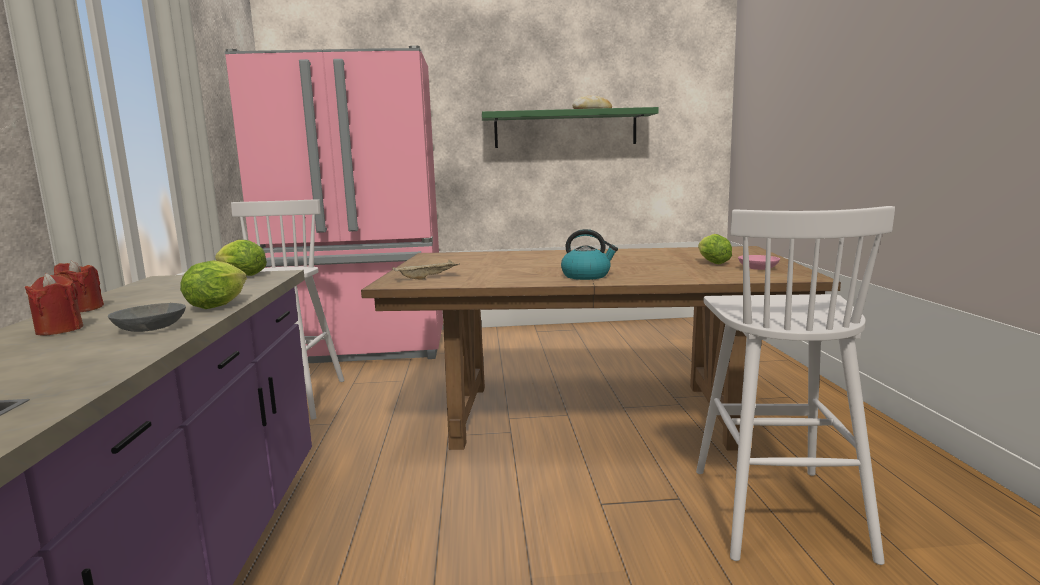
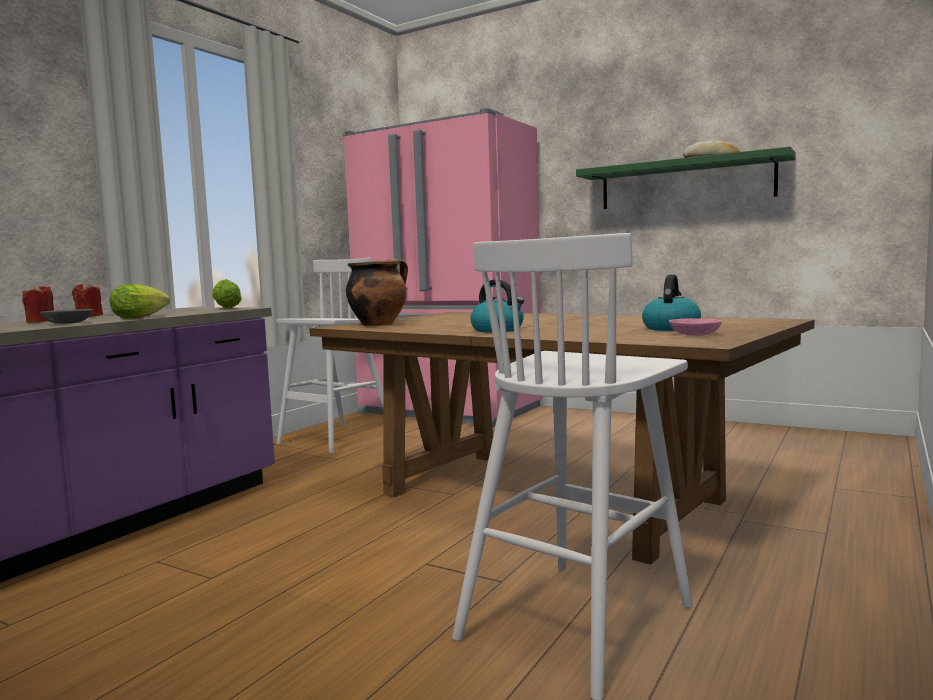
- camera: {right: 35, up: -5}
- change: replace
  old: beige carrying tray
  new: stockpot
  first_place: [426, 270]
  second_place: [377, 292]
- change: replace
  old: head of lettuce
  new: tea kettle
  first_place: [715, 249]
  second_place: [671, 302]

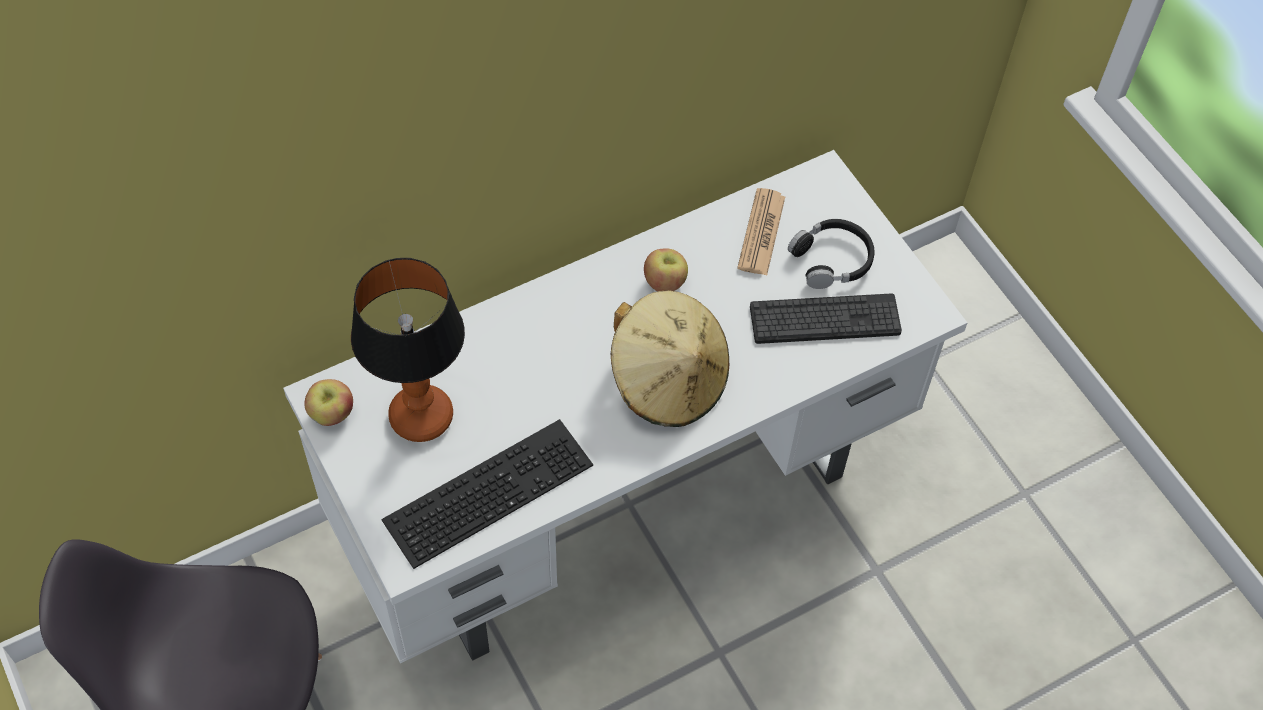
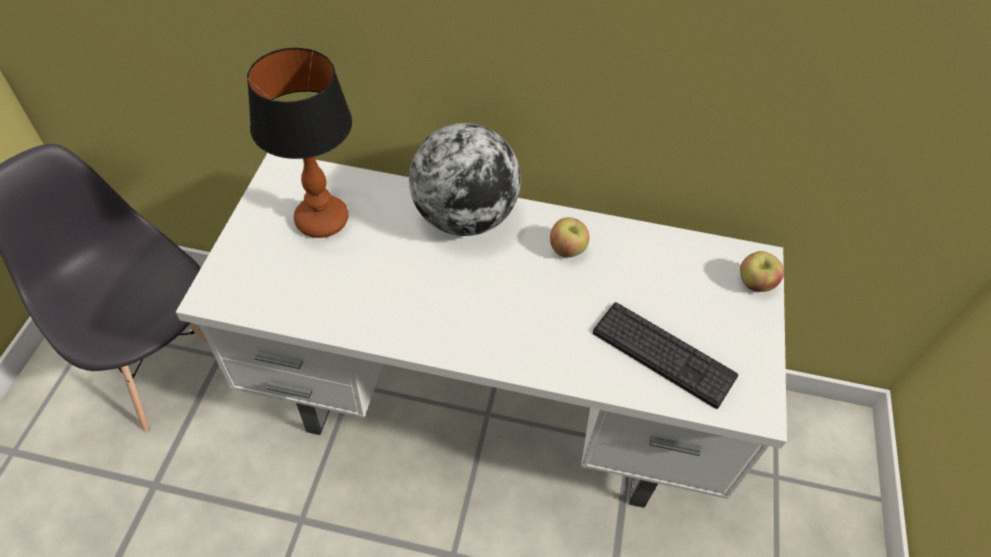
- camera: {right: 40, up: -5}
- change: move
  old: apple fruit
  first_place: [328, 402]
  second_place: [762, 271]
- change: delete
  old: PC keyboard
  first_place: [487, 494]
- change: delete
  old: beige wearable hat
  first_place: [670, 358]
- change: delete
  old: daily paper
  first_place: [761, 231]
- change: delete
  old: blackish pair of headphones
  first_place: [831, 254]
- change: insert
  new: globe
  second_place: [465, 179]

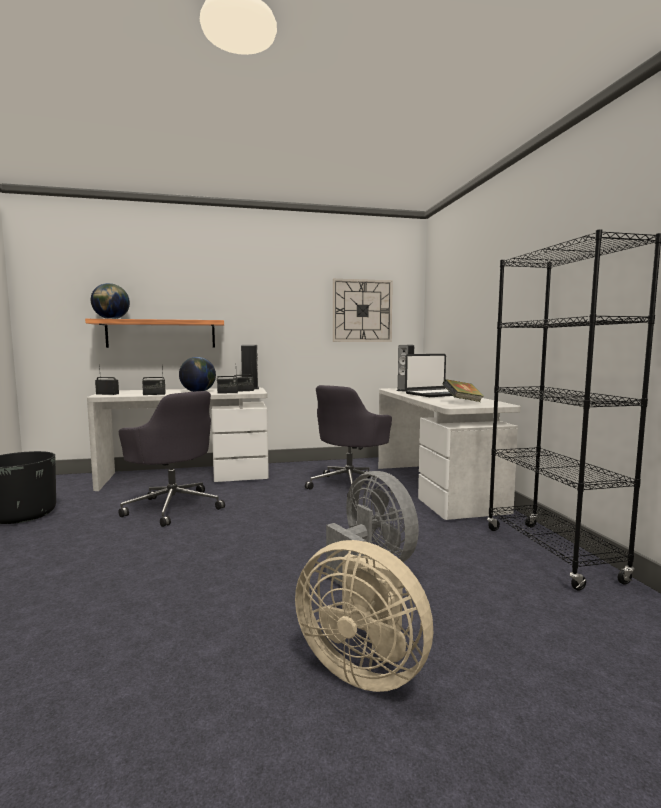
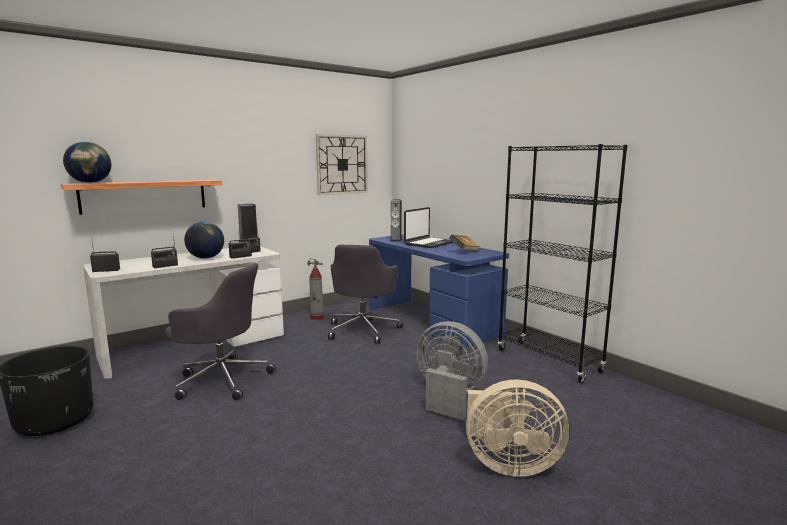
- camera: {right: -25, up: 5}
- change: recolor
  old: white-coloured desk unit
  new: blue-coloured desk unit
  first_place: [449, 454]
  second_place: [439, 291]
- change: insert
  new: fire extinguisher
  second_place: [315, 289]

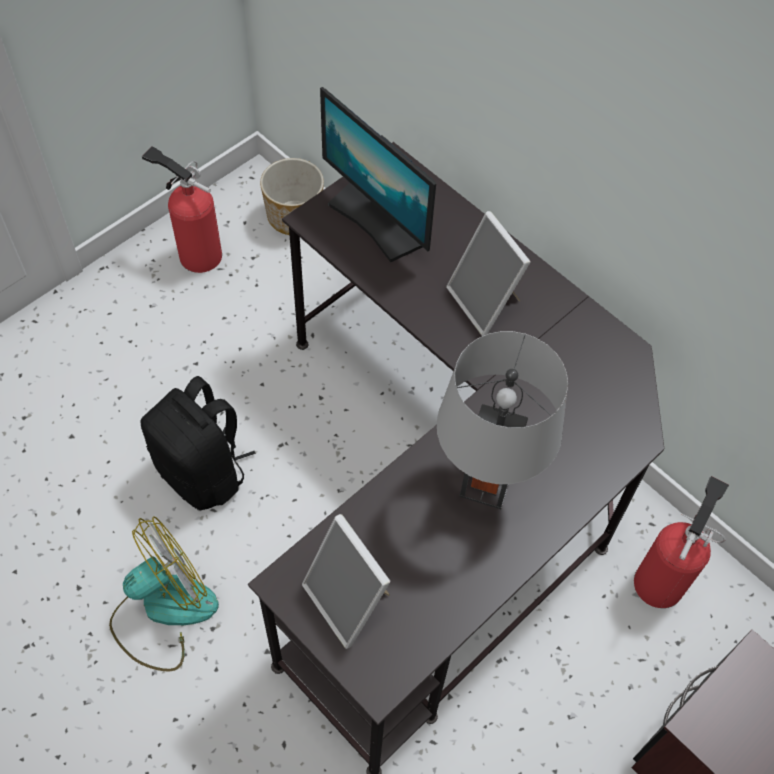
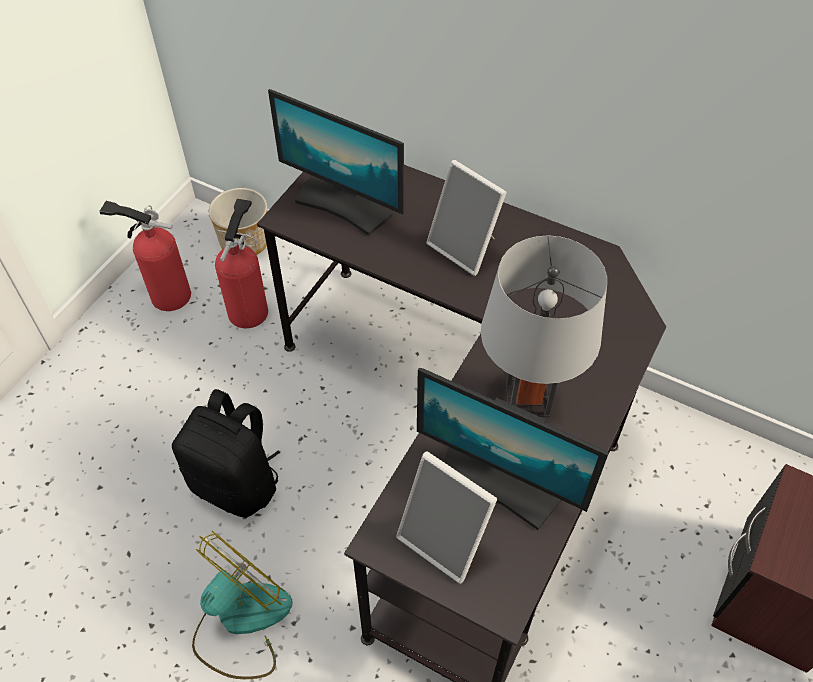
- camera: {right: -15, up: -5}
- change: move
  old: fire extinguisher
  first_place: [681, 542]
  second_place: [241, 263]
- change: insert
  new: computer screen
  second_place: [513, 449]

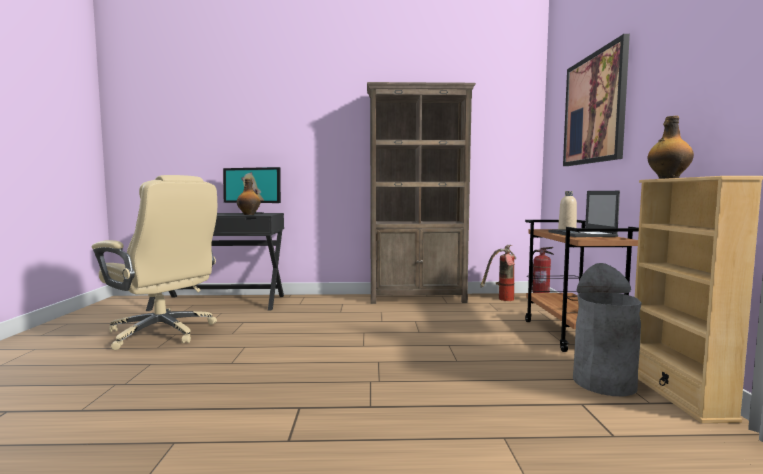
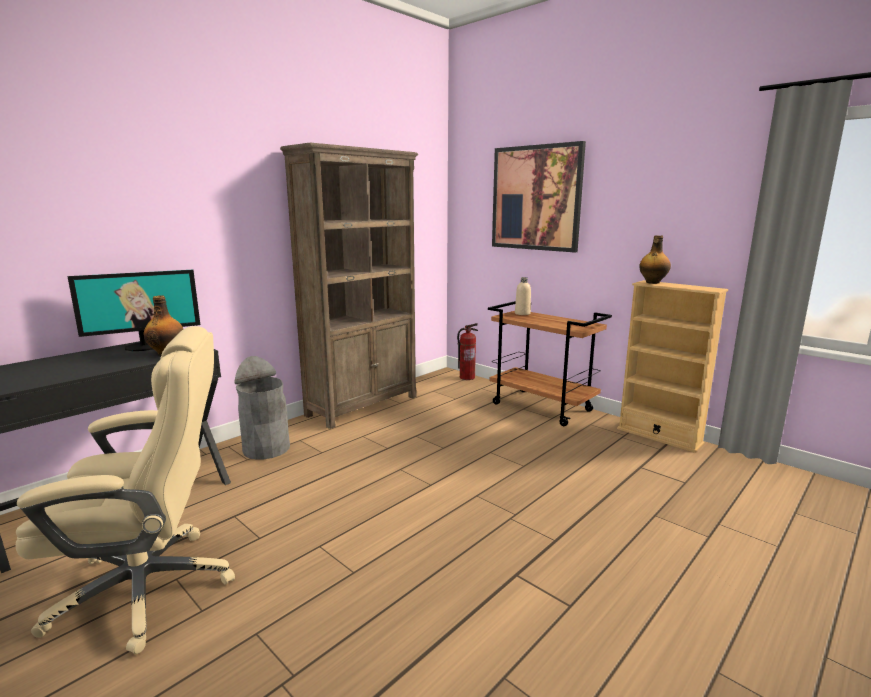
- camera: {right: -45, up: 10}
- change: delete
  old: fire extinguisher
  first_place: [498, 273]
- change: delete
  old: portable computer
  first_place: [584, 214]
- change: move
  old: greyish trash can
  first_place: [607, 329]
  second_place: [262, 408]

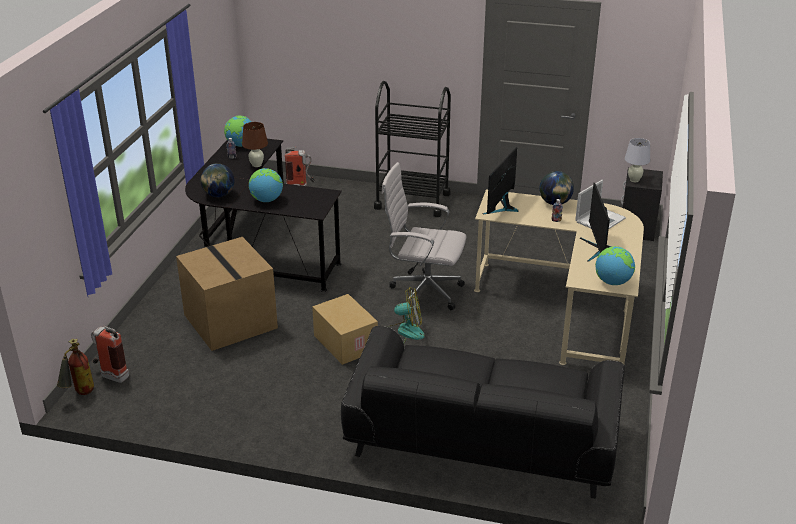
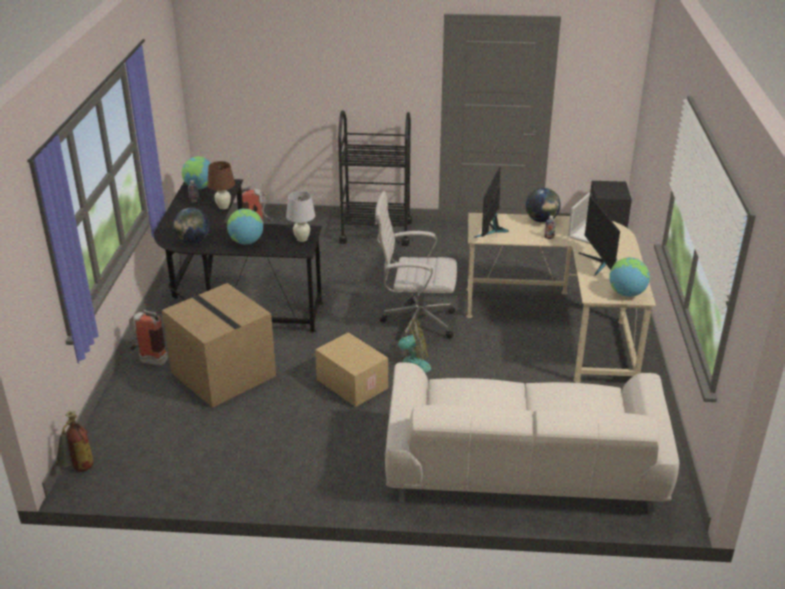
- camera: {right: -10, up: 0}
- change: move
  old: fire extinguisher
  first_place: [110, 354]
  second_place: [148, 338]
- change: recolor
  old: blackish settee
  new: white-coloured settee
  first_place: [483, 412]
  second_place: [532, 438]
- change: move
  old: white-coloured tabletop lamp
  first_place: [637, 160]
  second_place: [300, 216]

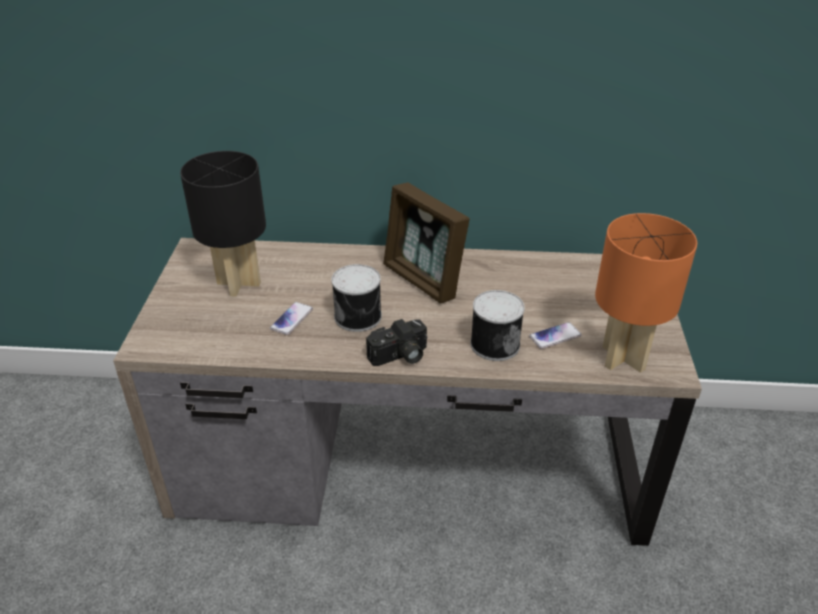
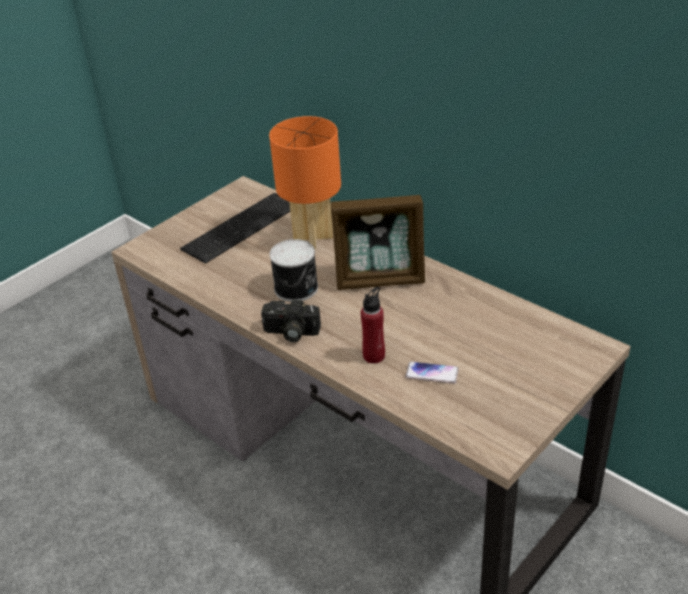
- camera: {right: 40, up: 0}
- change: replace
  old: blackish tabletop lamp
  new: PC keyboard
  first_place: [223, 224]
  second_place: [235, 228]
- change: delete
  old: phone
  first_place: [291, 318]
- change: rotate
  old: picture frame
  first_place: [426, 243]
  second_place: [377, 242]
  degrees: -90
- change: replace
  old: sealed can
  new: red-coloured drink bottle
  first_place: [497, 325]
  second_place: [373, 325]
- change: move
  old: orange tabletop lamp
  first_place: [646, 293]
  second_place: [305, 182]

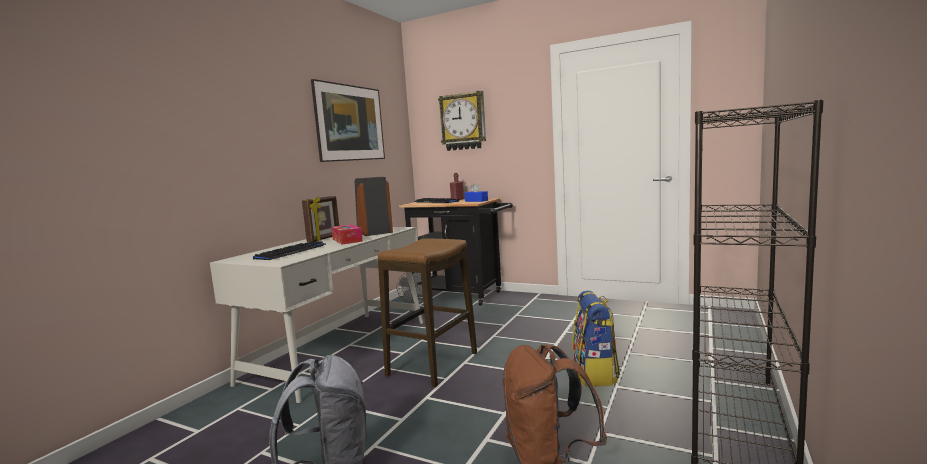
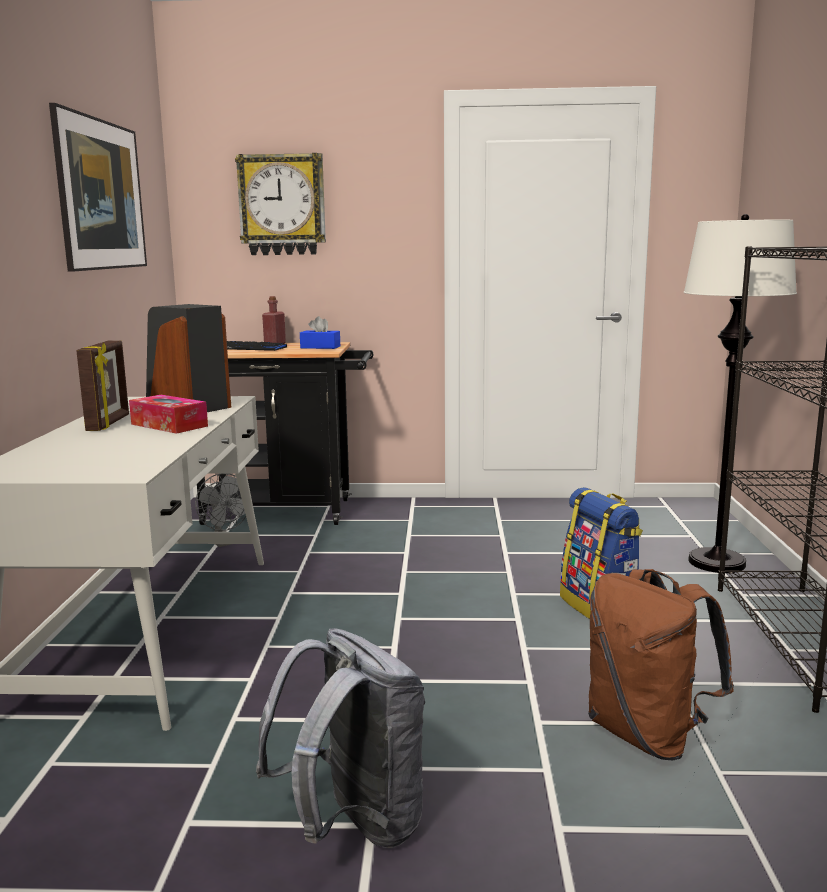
- camera: {right: -25, up: 5}
- change: delete
  old: PC keyboard
  first_place: [289, 250]
- change: delete
  old: stool
  first_place: [427, 313]
- change: insert
  new: white-coloured standard lamp
  second_place: [740, 393]

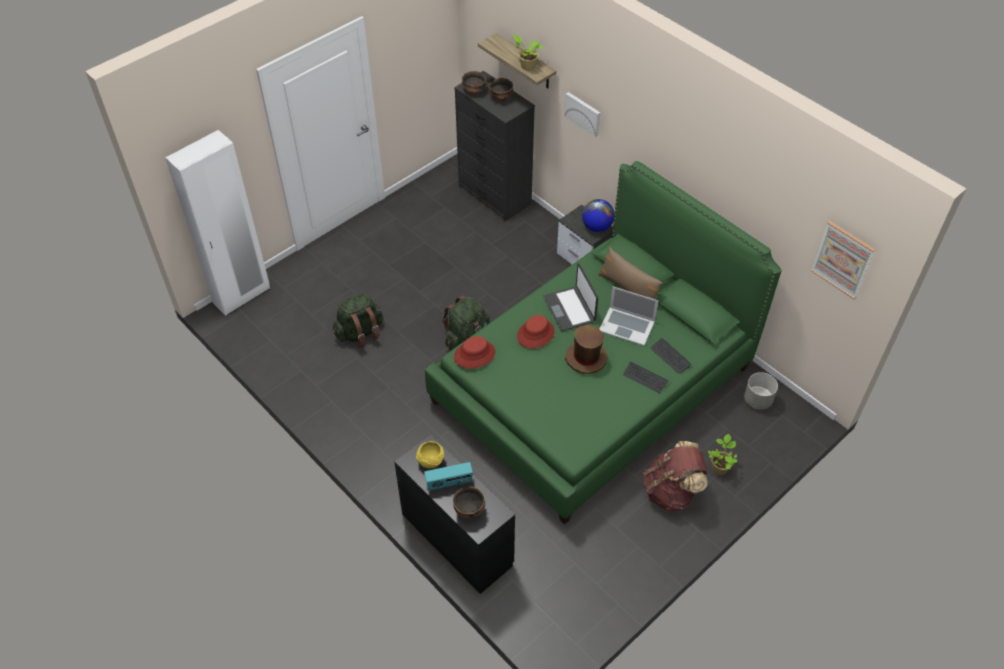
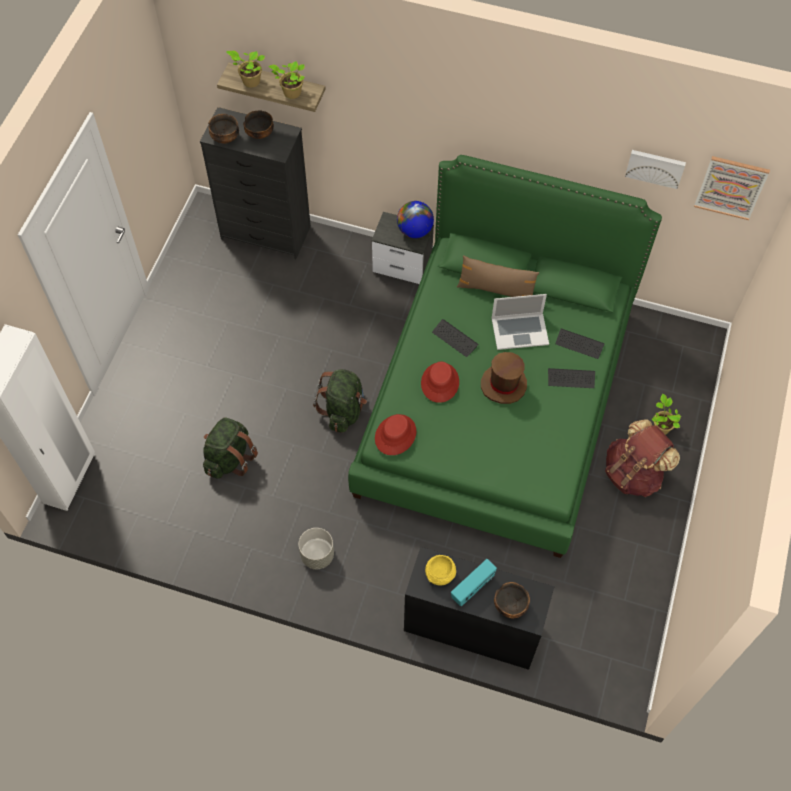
- camera: {right: -30, up: 10}
- change: replace
  old: portable computer
  new: PC keyboard
  first_place: [571, 297]
  second_place: [455, 338]
- change: move
  old: picture
  first_place: [582, 114]
  second_place: [655, 169]
- change: move
  old: greyish flower pot
  first_place: [761, 391]
  second_place: [316, 548]
- change: insert
  new: houseplant
  second_place: [245, 69]

